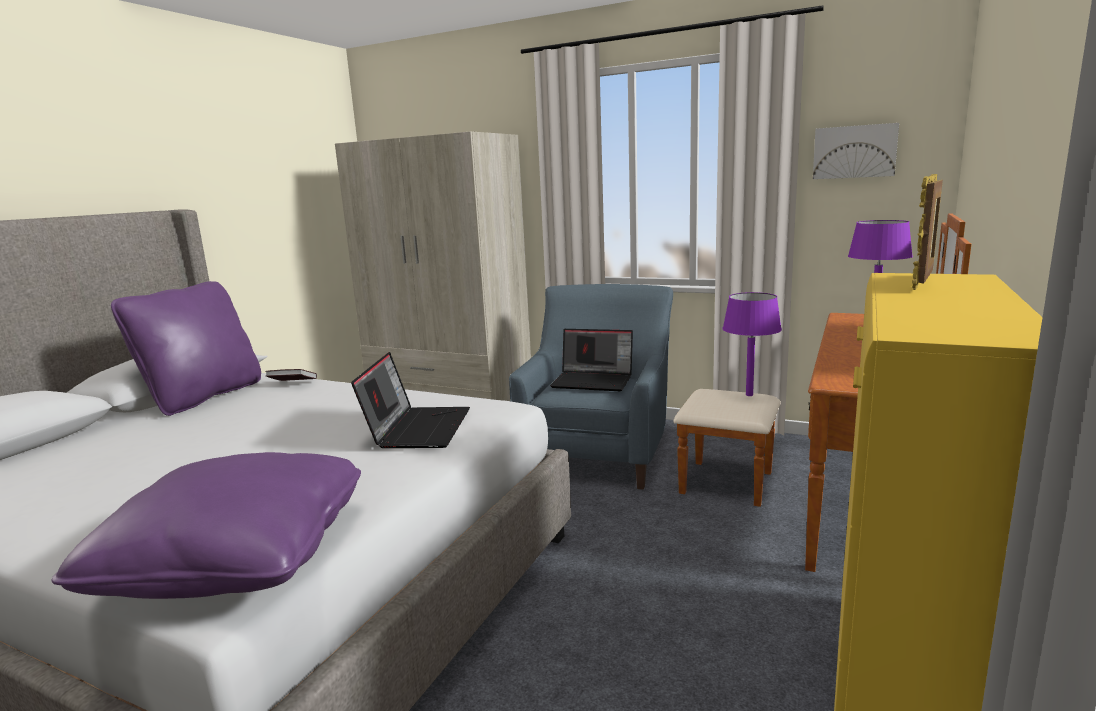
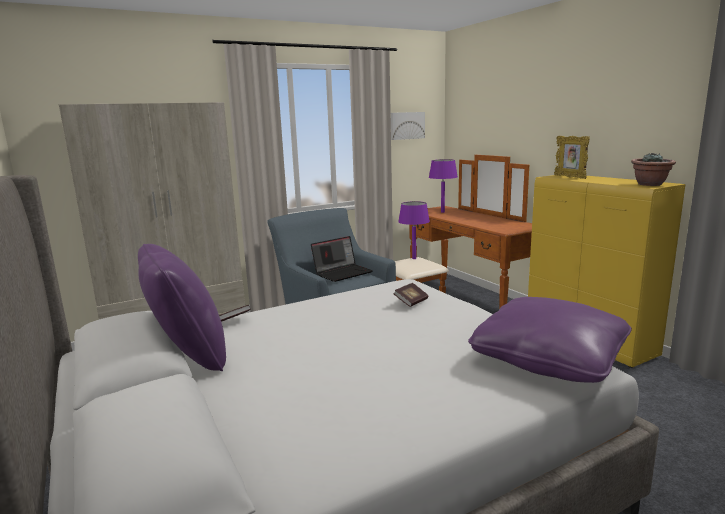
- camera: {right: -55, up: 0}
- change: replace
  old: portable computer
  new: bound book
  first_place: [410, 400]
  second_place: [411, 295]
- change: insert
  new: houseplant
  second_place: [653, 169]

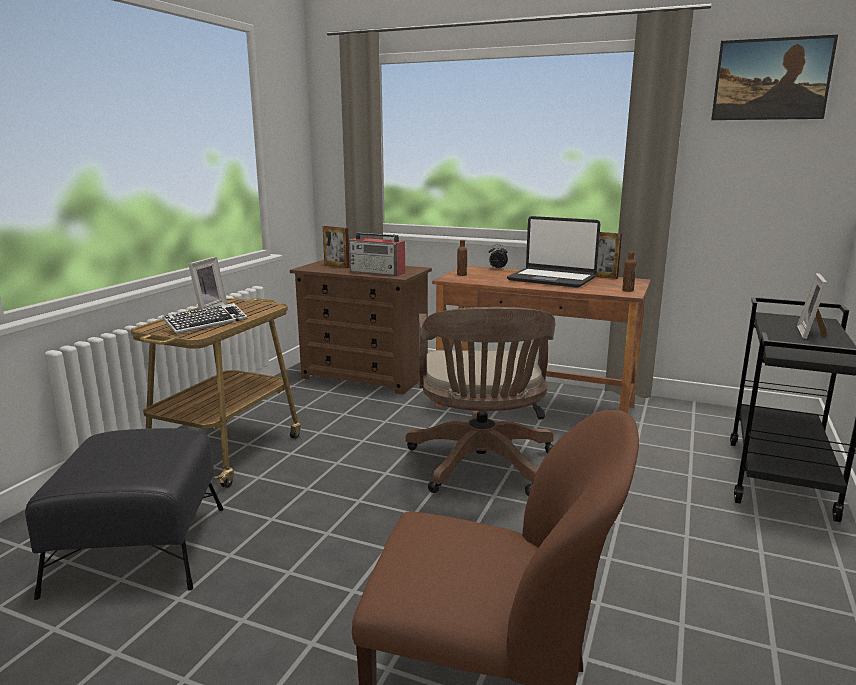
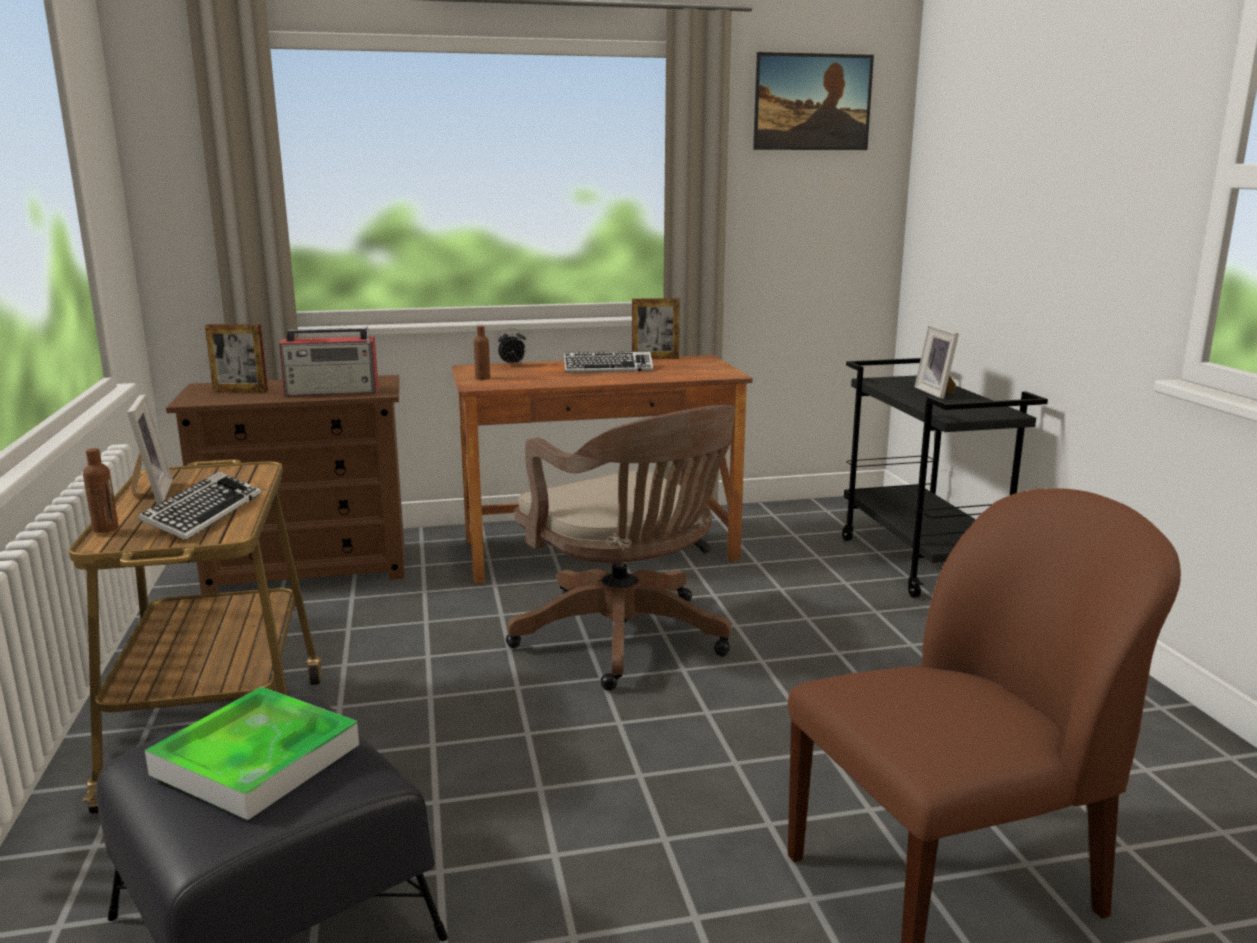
- camera: {right: -35, up: 0}
- change: replace
  old: portable computer
  new: PC keyboard
  first_place: [553, 252]
  second_place: [609, 362]
- change: move
  old: brownish drink bottle
  first_place: [629, 272]
  second_place: [101, 490]
- change: insert
  new: carrying tray
  second_place: [252, 753]

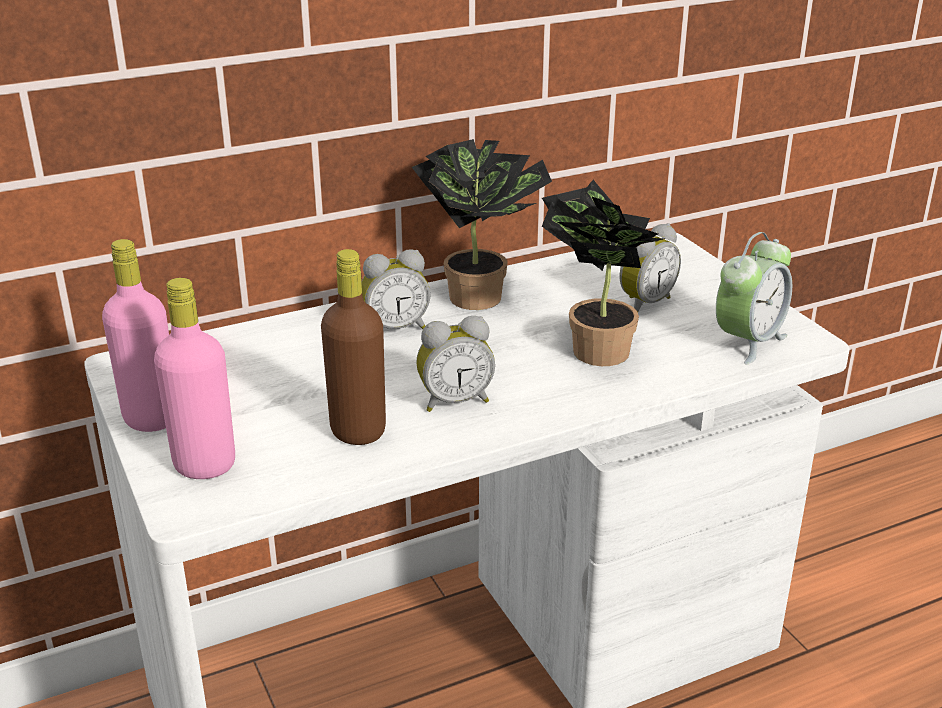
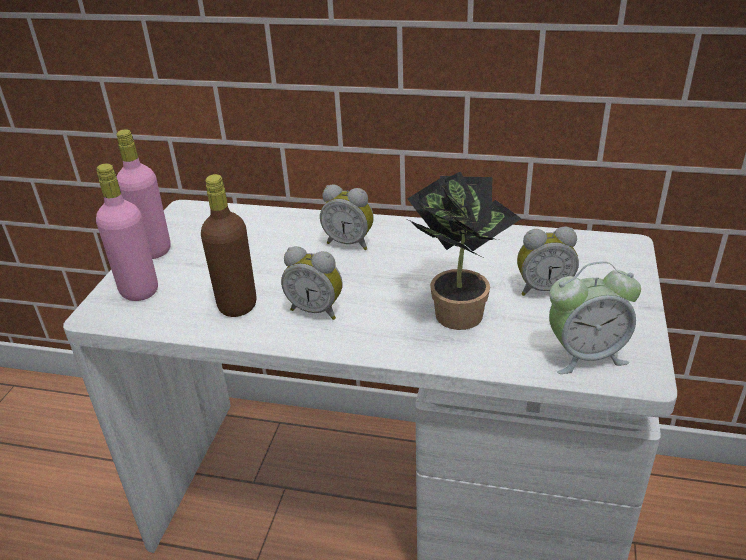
- camera: {right: 40, up: 5}
- change: delete
  old: houseplant
  first_place: [482, 224]

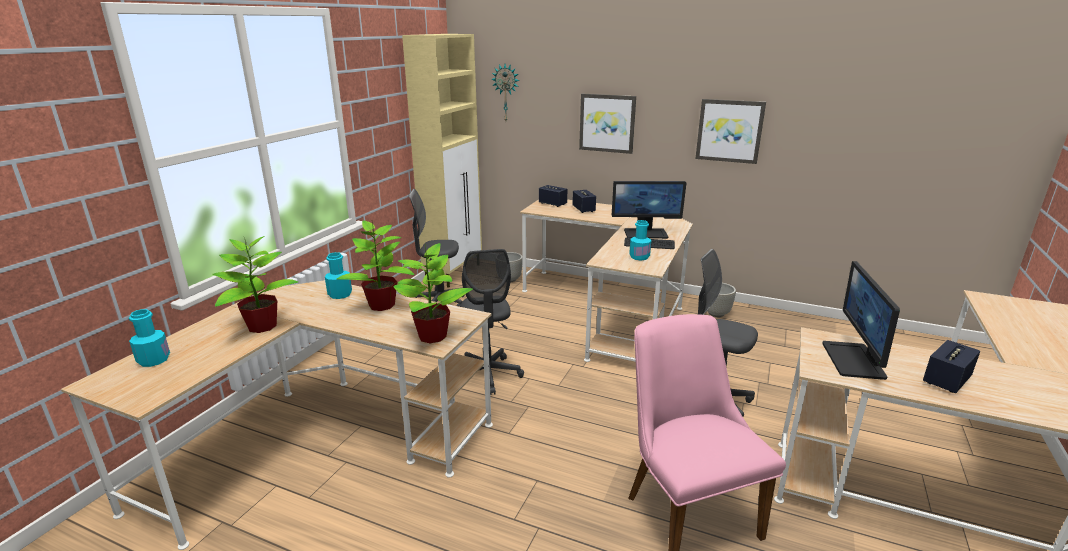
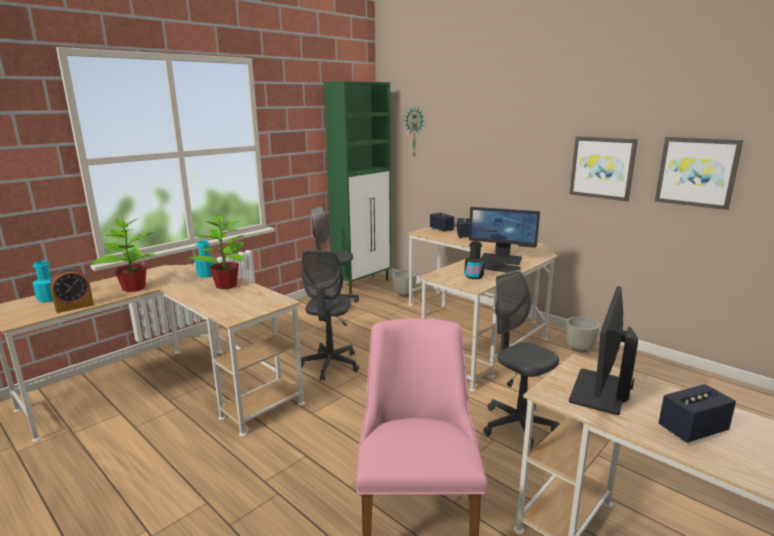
- camera: {right: 20, up: -5}
- change: delete
  old: houseplant
  first_place: [433, 293]
- change: recolor
  old: beige cabinet
  new: green-coloured cabinet
  first_place: [442, 161]
  second_place: [357, 187]
- change: move
  old: picture
  first_place: [607, 124]
  second_place: [699, 173]
- change: recolor
  old: blue-green drink bottle
  new: blackish drink bottle
  first_place: [640, 240]
  second_place: [474, 260]
- change: insert
  new: alarm clock
  second_place: [72, 290]

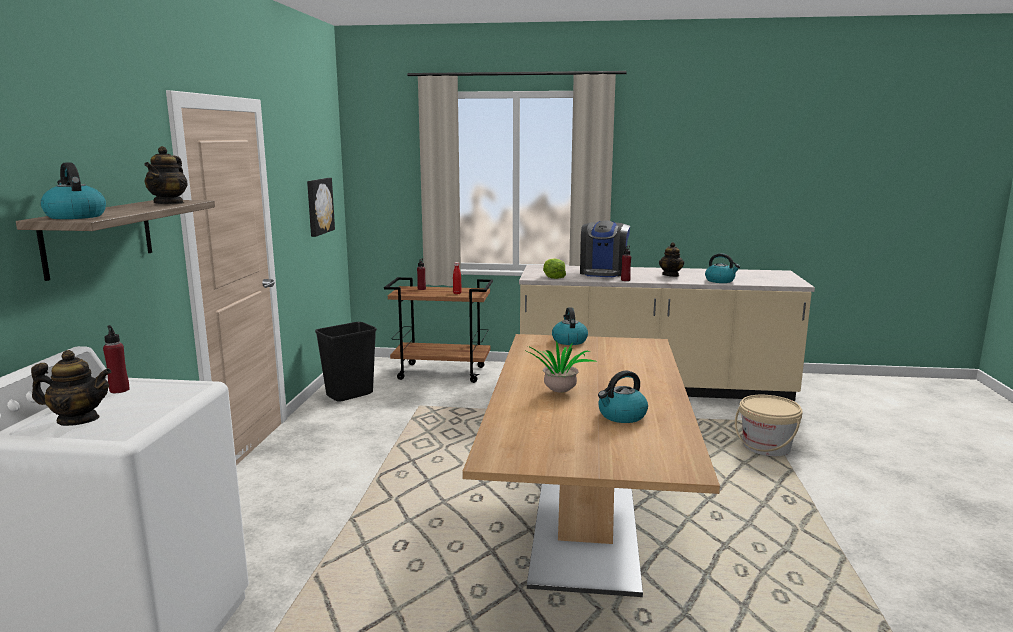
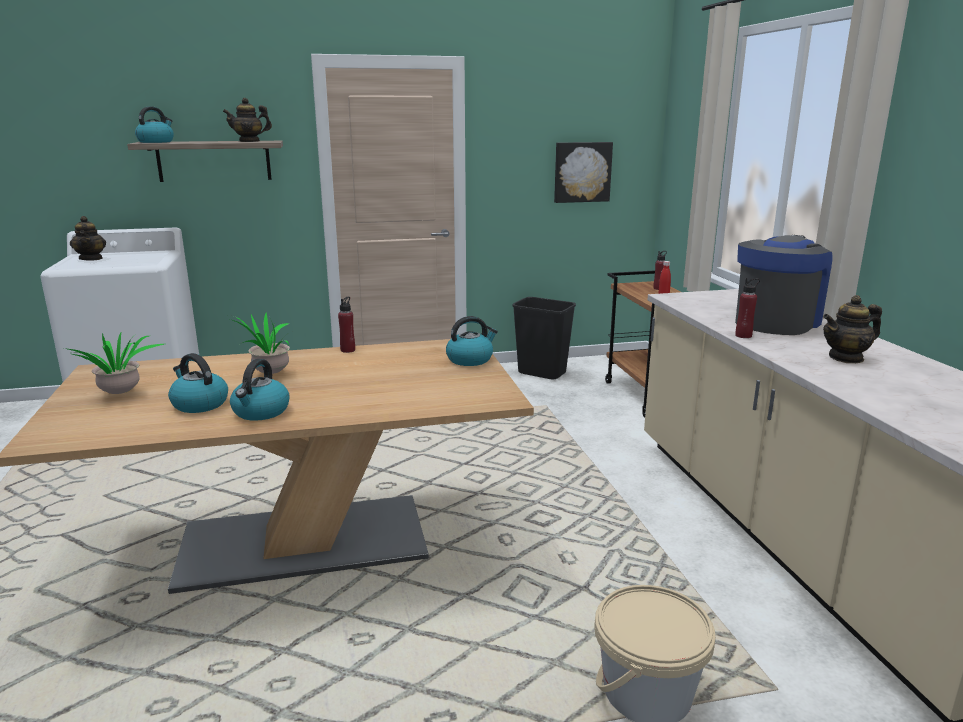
- camera: {right: 70, up: 5}
- change: move
  old: red-coloured drink bottle
  first_place: [116, 359]
  second_place: [346, 325]
- change: delete
  old: head of lettuce
  first_place: [554, 268]
- change: rotate
  old: coffee brewer
  first_place: [605, 248]
  second_place: [784, 285]
  degrees: 135
- change: move
  old: tea kettle
  first_place: [722, 268]
  second_place: [260, 390]
- change: insert
  new: houseplant
  second_place: [114, 363]

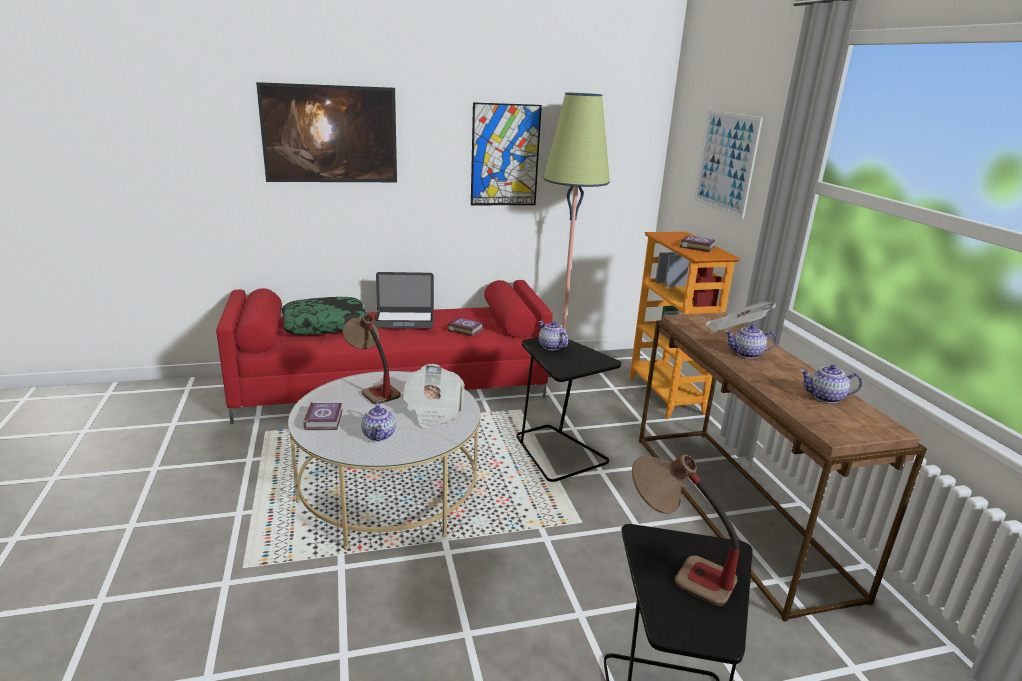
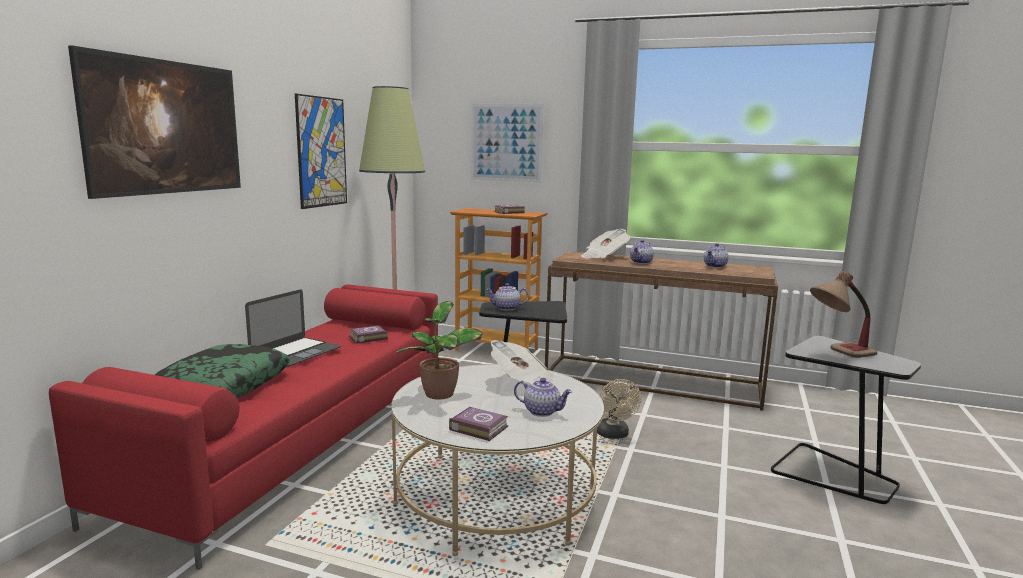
- camera: {right: -55, up: -10}
- change: replace
  old: tabletop lamp
  new: houseplant
  first_place: [372, 359]
  second_place: [439, 350]
- change: insert
  new: beige cooling fan
  second_place: [619, 409]

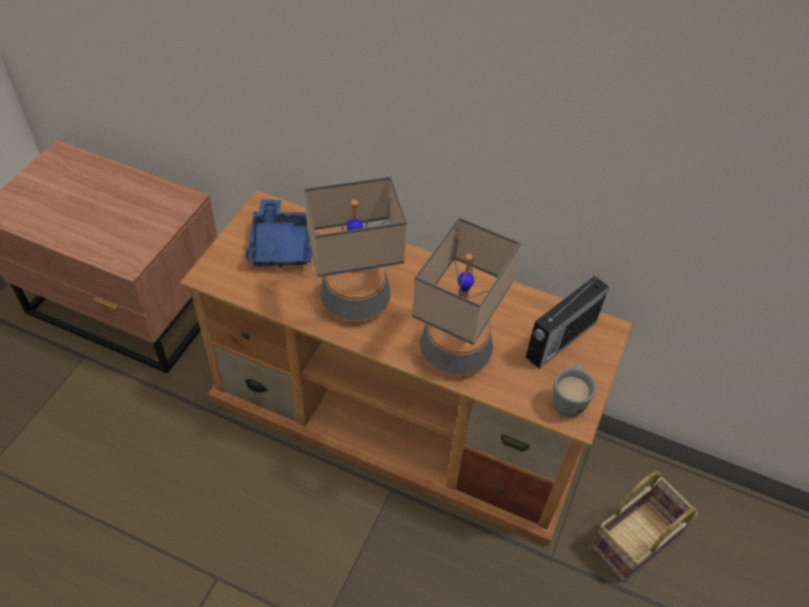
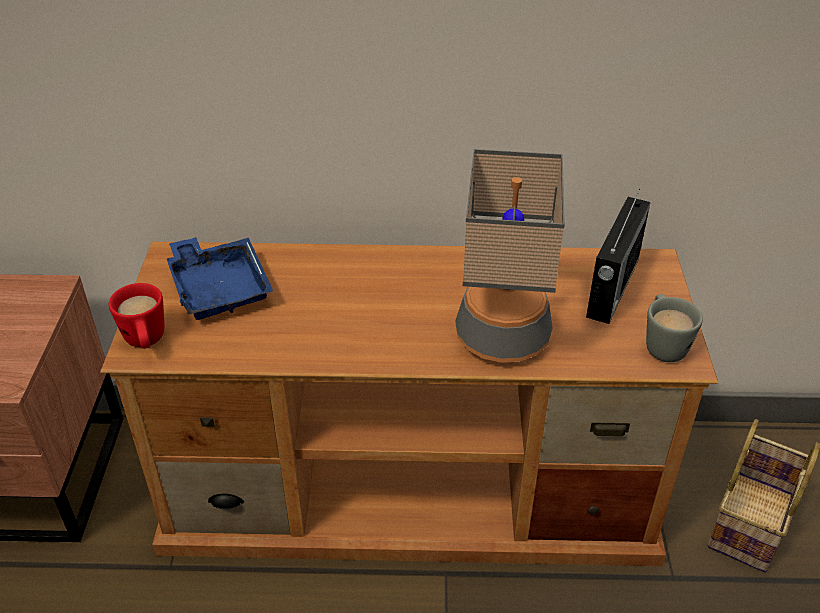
- camera: {right: -20, up: -10}
- change: delete
  old: tabletop lamp
  first_place: [355, 249]
- change: insert
  new: red-coloured coffee mug
  second_place: [136, 316]

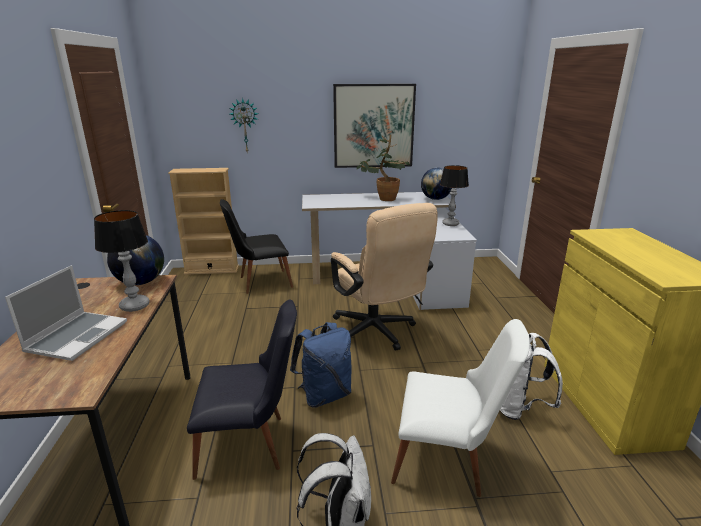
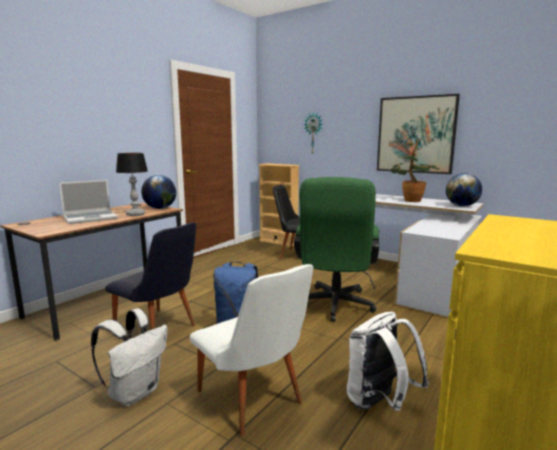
- camera: {right: 40, up: -10}
- change: recolor
  old: beige desk chair
  new: green-coloured desk chair
  first_place: [384, 277]
  second_place: [336, 249]
- change: delete
  old: tabletop lamp
  first_place: [454, 195]

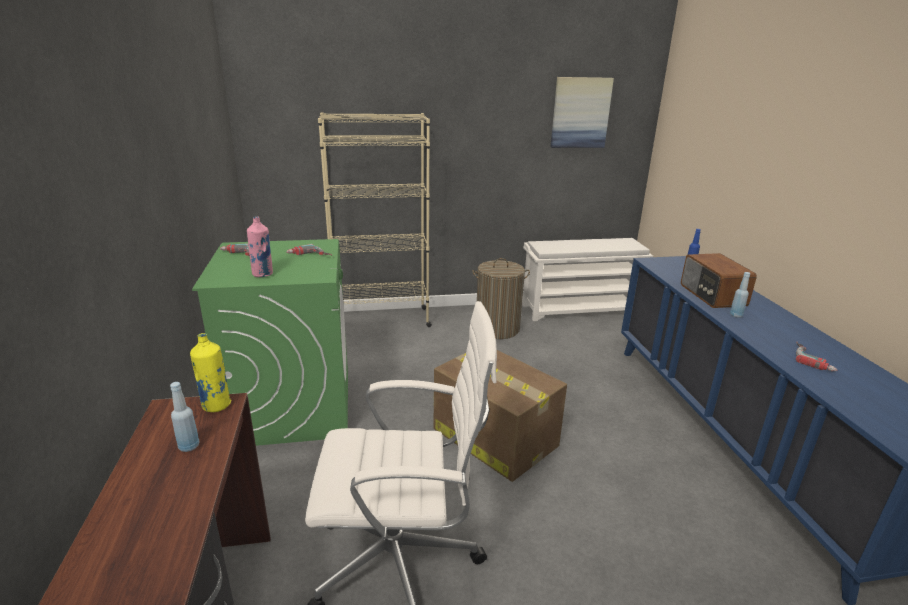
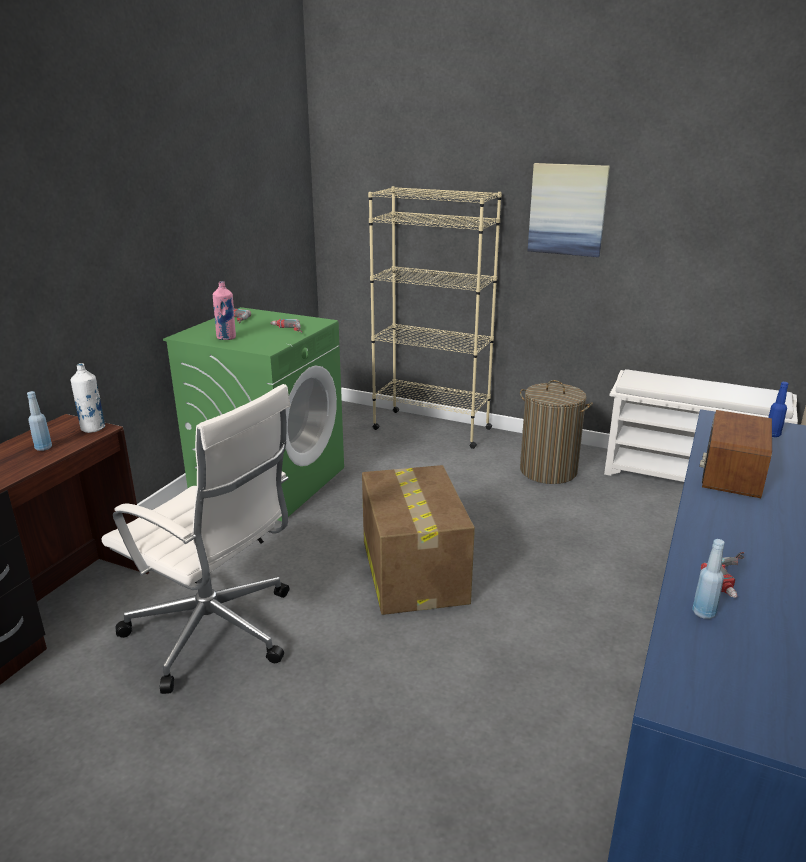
- camera: {right: 35, up: 0}
- change: recolor
  old: yellow-coloured drink bottle
  new: white-coloured drink bottle
  first_place: [210, 372]
  second_place: [88, 398]
- change: move
  old: picture
  first_place: [582, 112]
  second_place: [569, 210]
- change: move
  old: blue-coloured drink bottle
  first_place: [740, 295]
  second_place: [708, 579]

